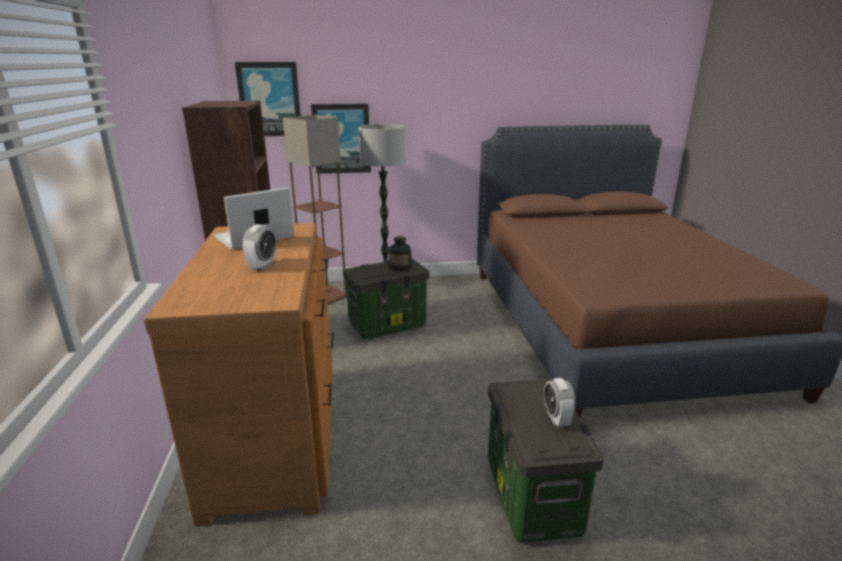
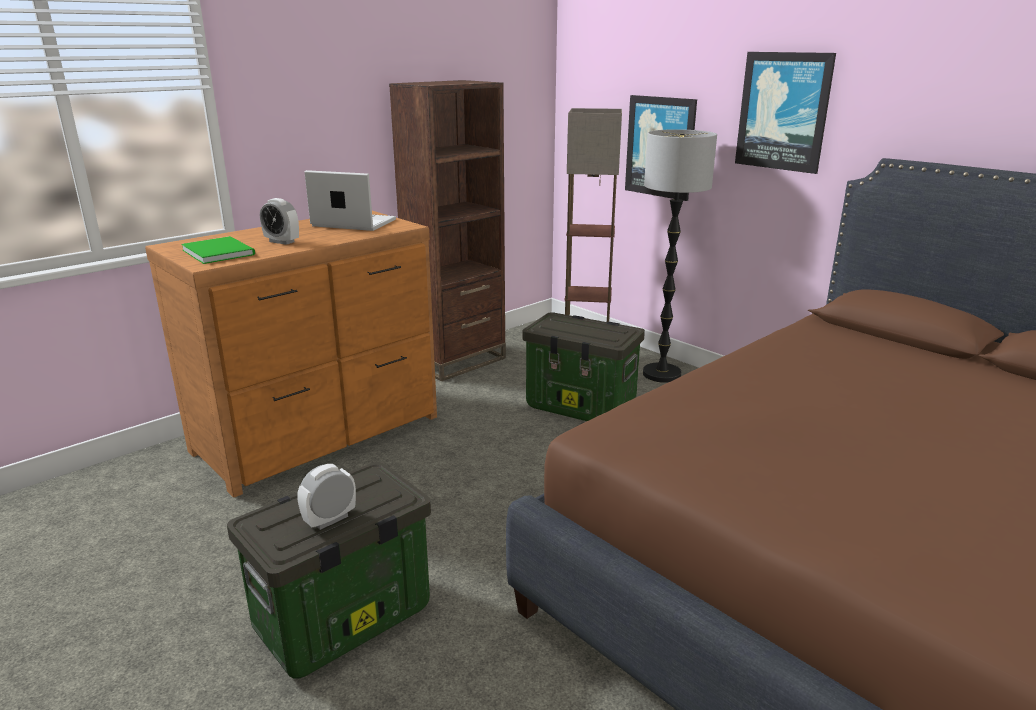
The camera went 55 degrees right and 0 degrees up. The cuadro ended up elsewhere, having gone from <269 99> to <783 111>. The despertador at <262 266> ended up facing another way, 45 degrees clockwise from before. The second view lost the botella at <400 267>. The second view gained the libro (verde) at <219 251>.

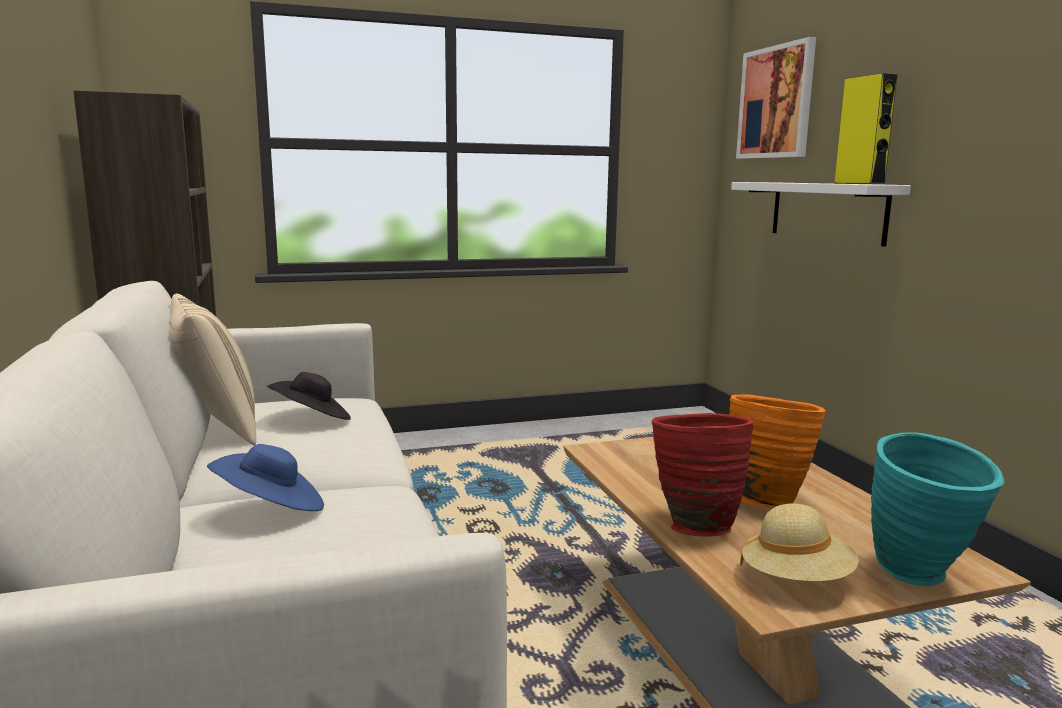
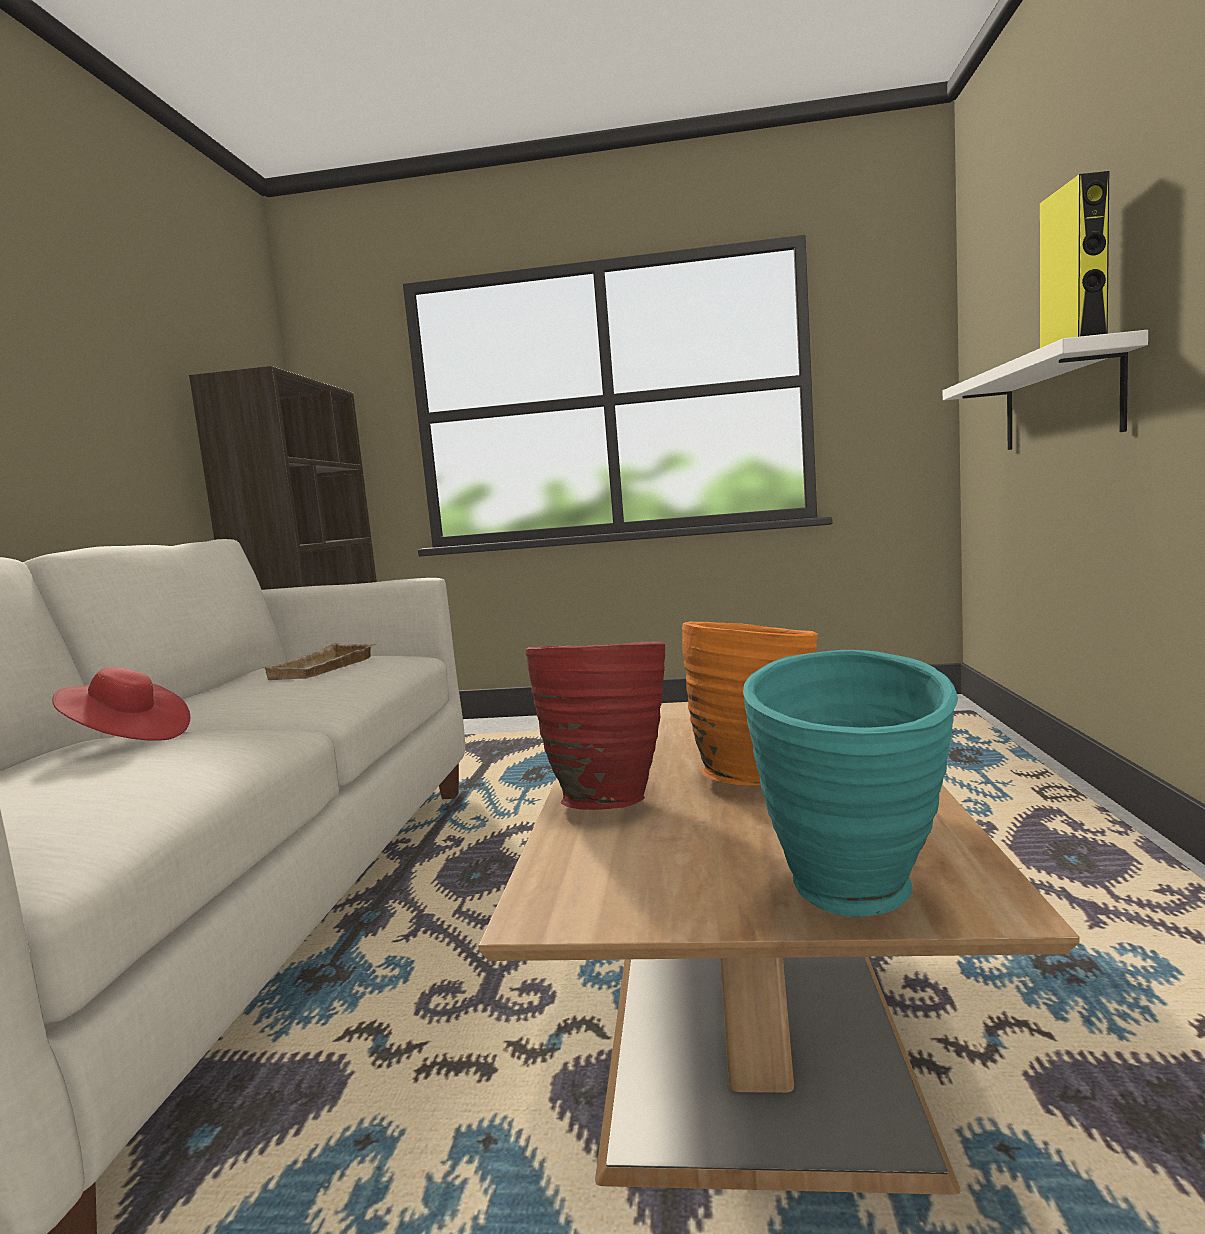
The camera went 25 degrees right and 5 degrees down. The second view lost the cojín (beis) at <215 429>. What was the sombrero (azul) at <271 509> turned into the sombrero (rojo) at <128 738>. Where the sombrero (negro) stood at <312 420>, the bandeja (beis) came to stand at <324 669>. The second view lost the cuadro at <776 102>. The second view lost the sombrero (beis) at <796 580>.

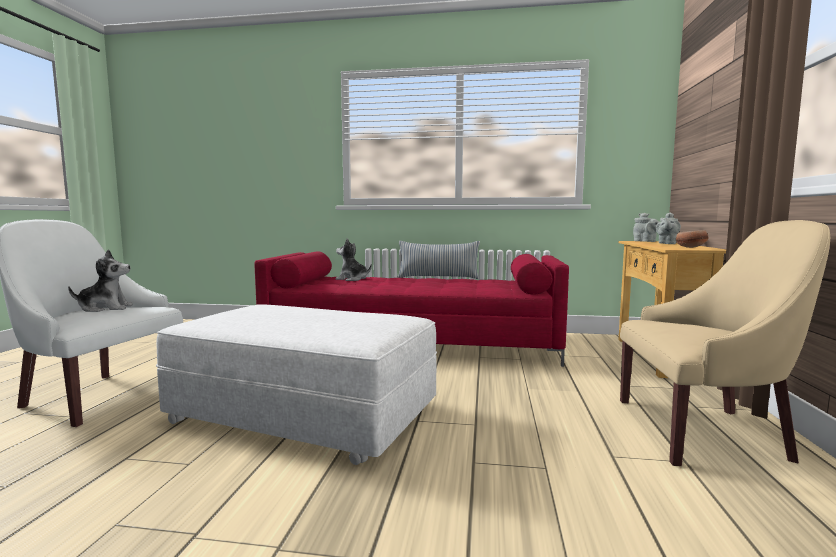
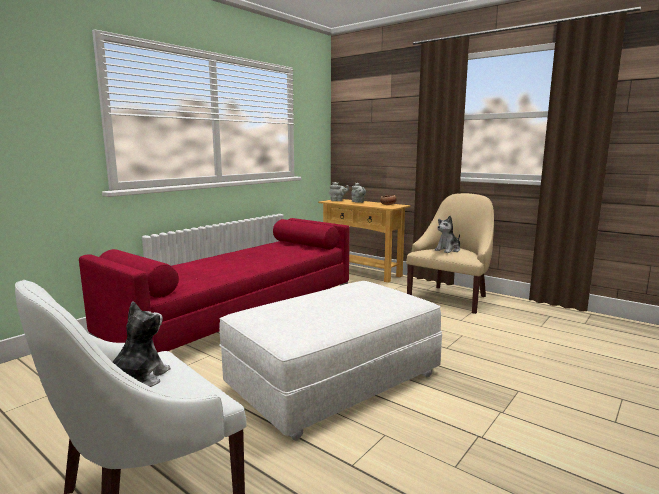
The camera went 60 degrees left and 5 degrees up. The peluche ended up elsewhere, having gone from <352 279> to <448 250>. The second view lost the cojín at <438 277>.

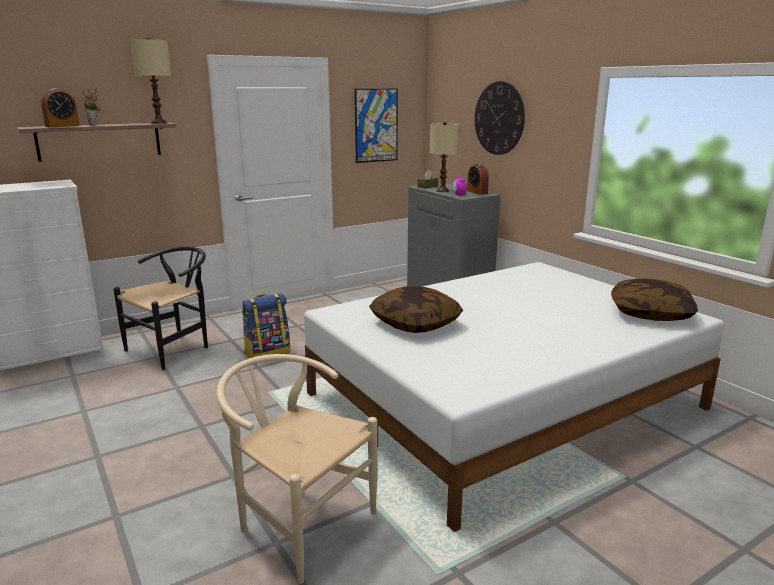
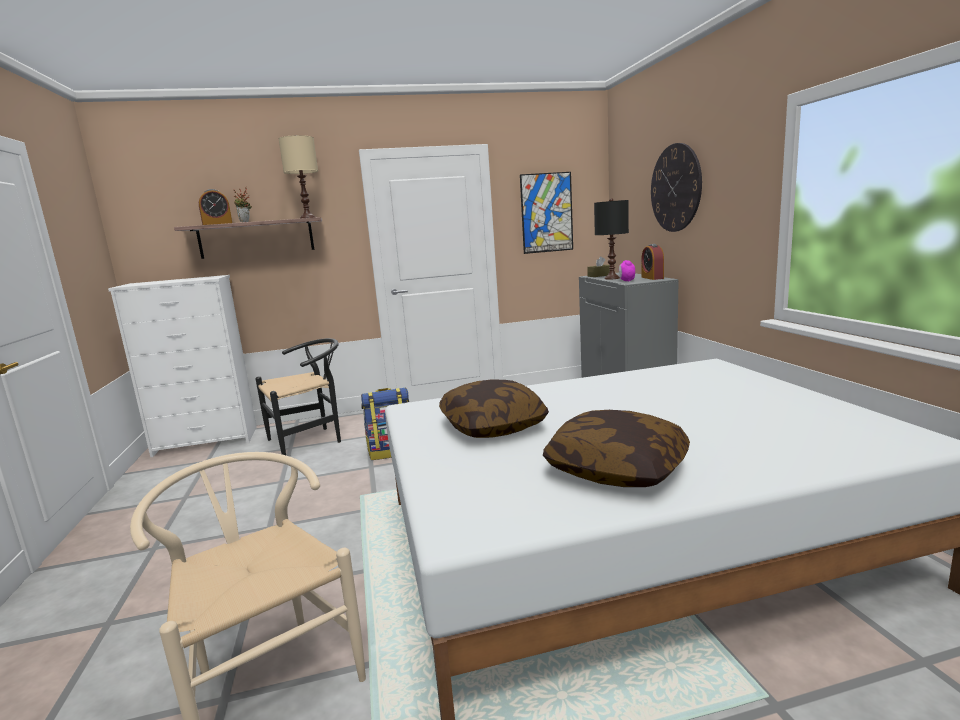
The camera went 20 degrees right and 5 degrees down. What was the lámpara de mesa (beis) at <442 191> turned into the lámpara de mesa (negro) at <612 278>. The cojín ended up elsewhere, having gone from <650 314> to <616 470>.

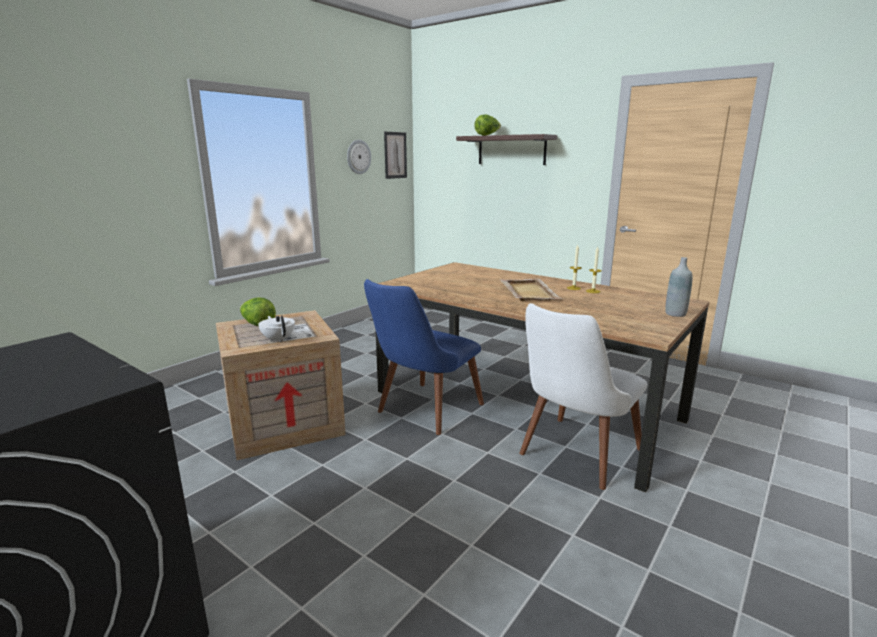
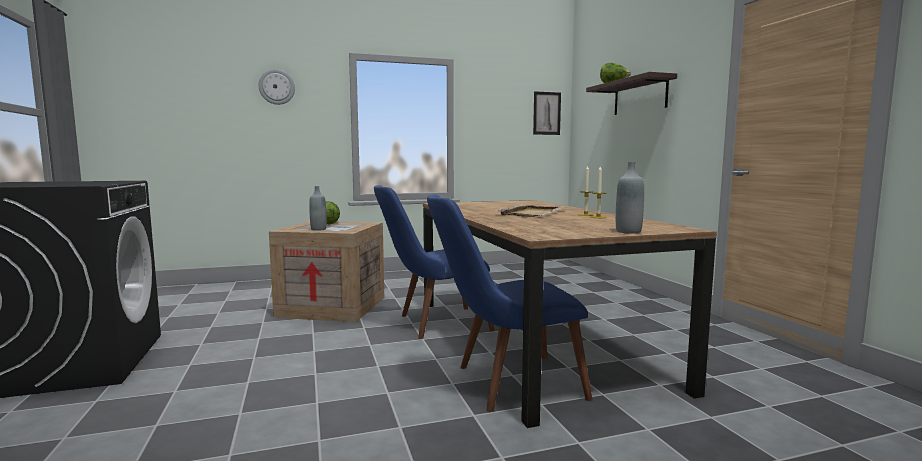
The camera went 35 degrees right and 10 degrees down. Where the tetera (blanco) stood at <278 339>, the botella (gris) came to stand at <318 229>. The reloj de pared ended up elsewhere, having gone from <358 157> to <277 87>. What was the silla (blanco) at <573 458> turned into the silla (azul) at <504 384>.

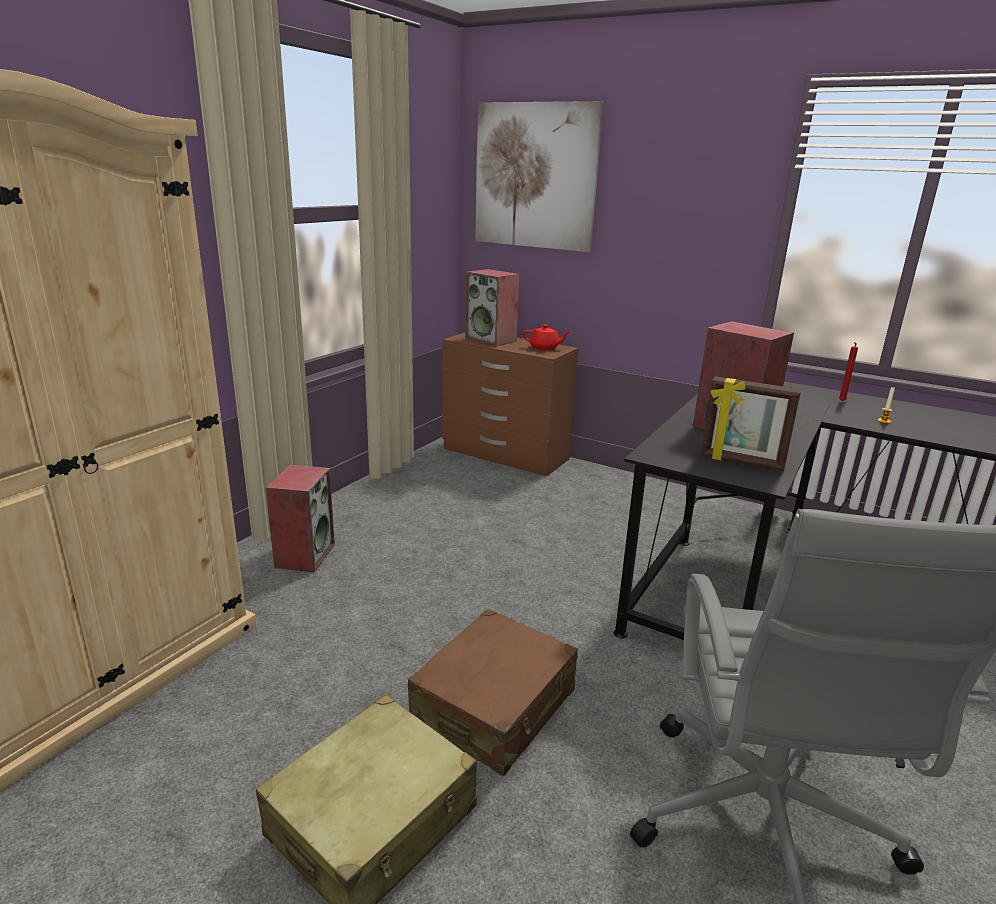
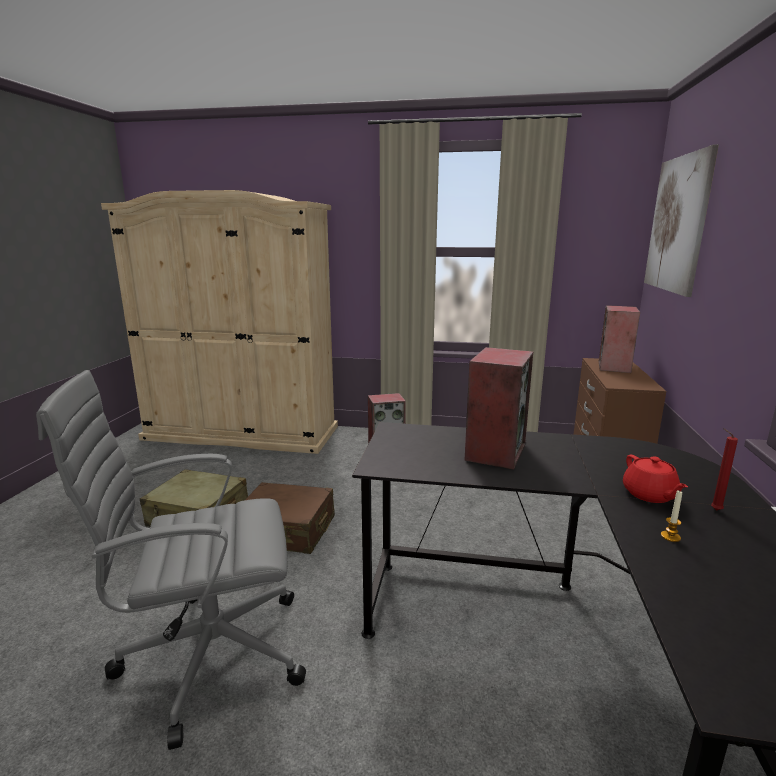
The camera went 70 degrees right and 5 degrees down. The tetera (rojo) ended up elsewhere, having gone from <544 348> to <649 495>. The second view lost the portarretratos at <741 462>.

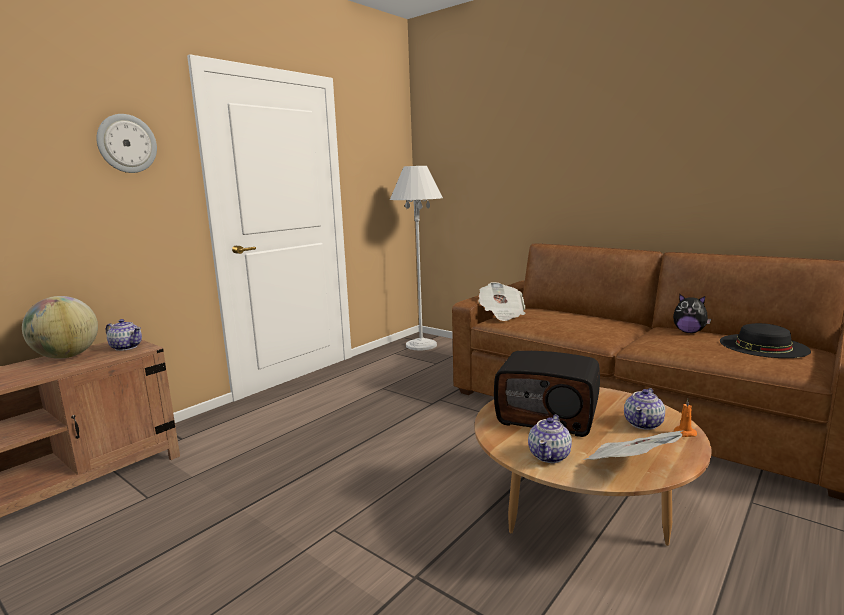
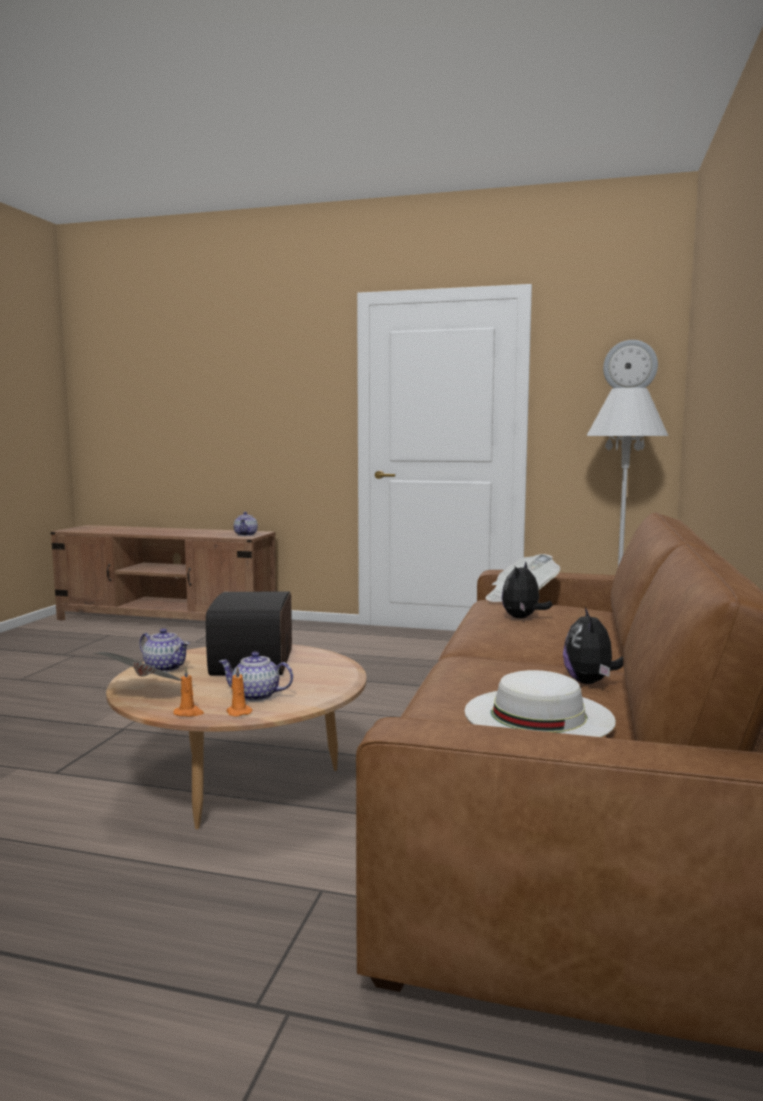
The camera went 65 degrees right and 5 degrees down. The second view lost the globo terráqueo at <67 356>. The reloj de pared ended up elsewhere, having gone from <127 143> to <630 366>. The tetera at <550 455> ended up facing another way, 150 degrees counterclockwise from before. What was the sombrero (negro) at <763 346> turned into the sombrero (blanco) at <538 715>. The second view gained the vela (naranja) at <189 713>. The second view gained the peluche at <522 618>.

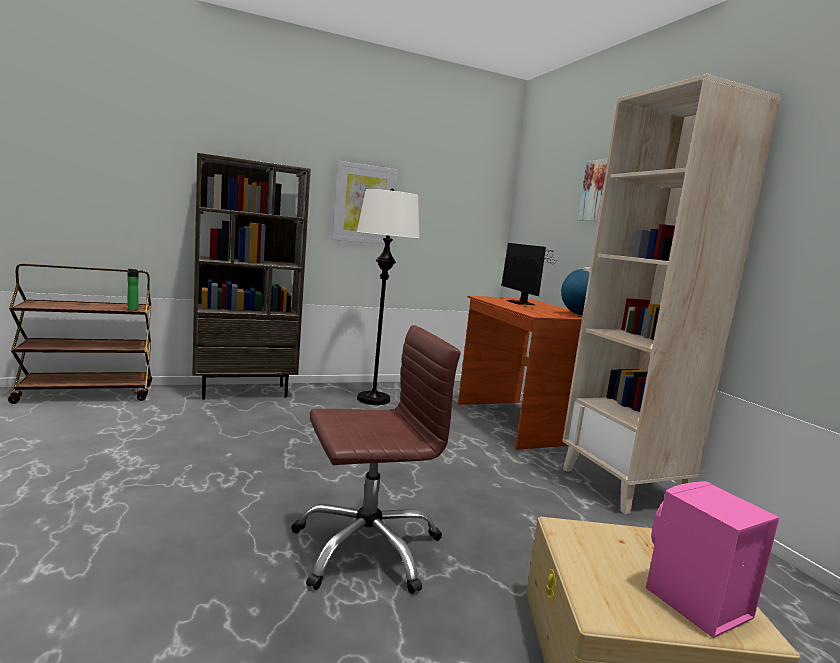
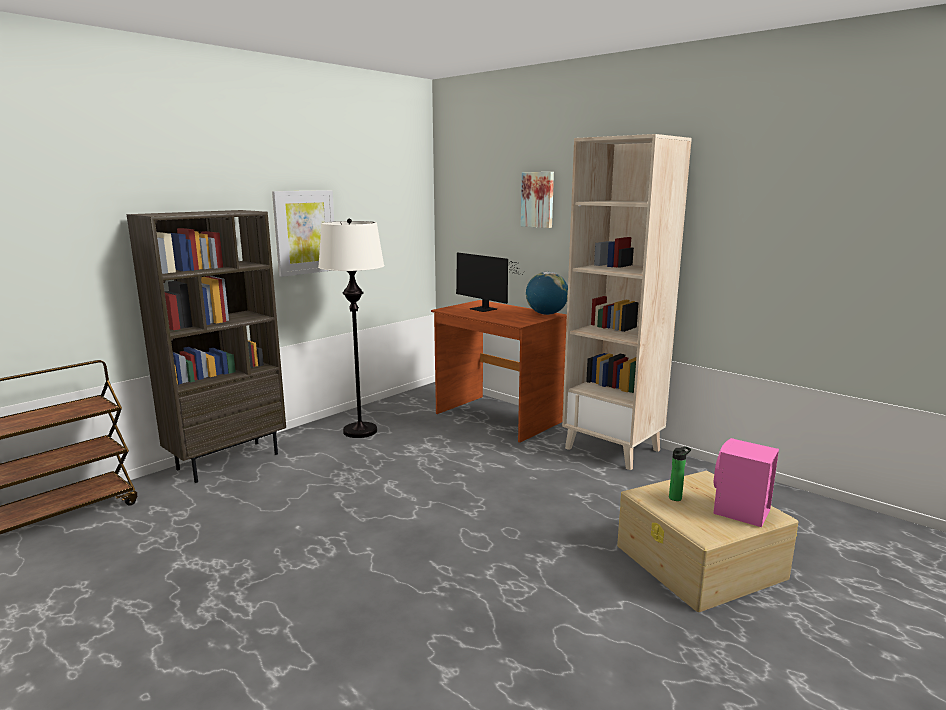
The camera went 25 degrees left and 5 degrees up. The botella ended up elsewhere, having gone from <134 309> to <676 497>. The second view lost the silla de oficina (marrón) at <366 547>.

